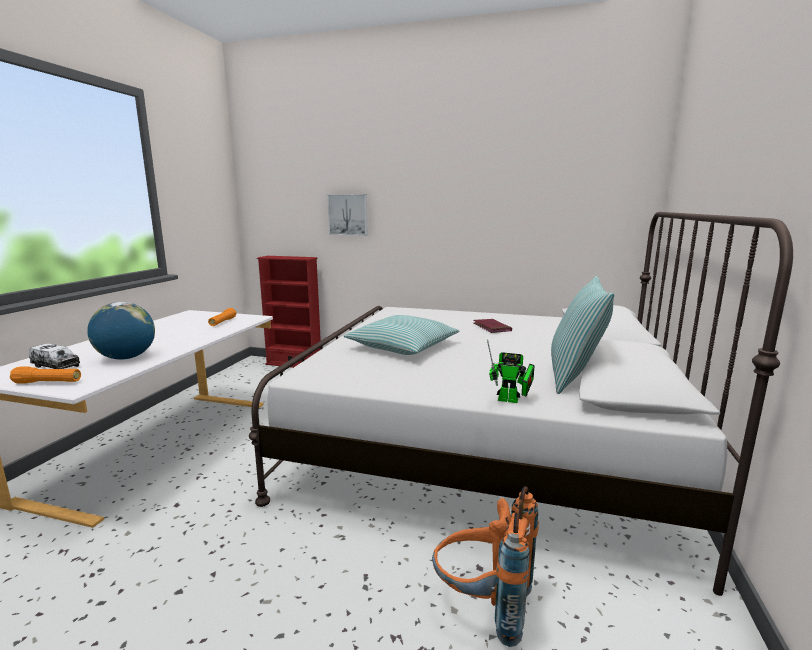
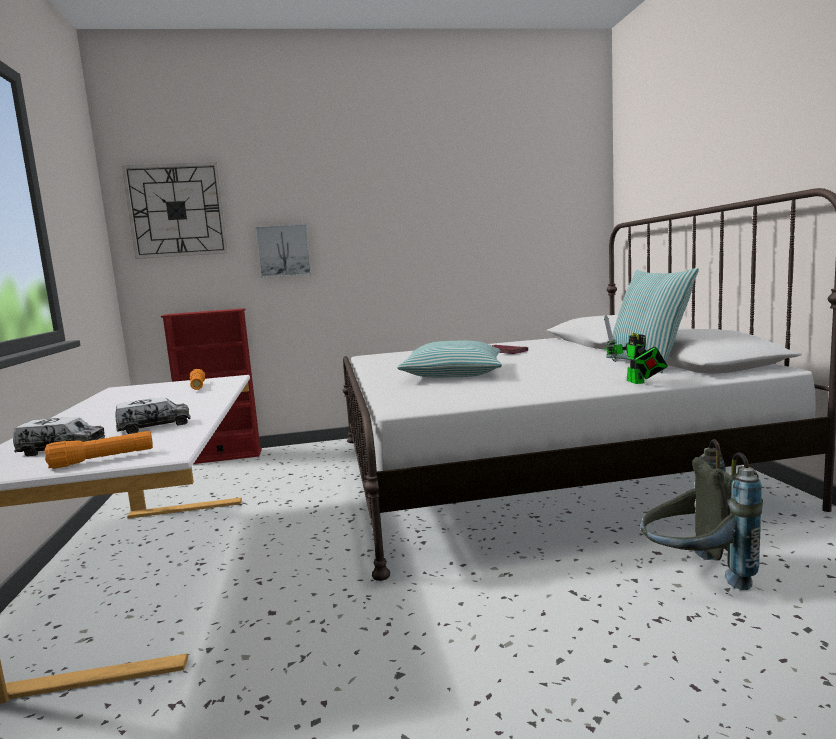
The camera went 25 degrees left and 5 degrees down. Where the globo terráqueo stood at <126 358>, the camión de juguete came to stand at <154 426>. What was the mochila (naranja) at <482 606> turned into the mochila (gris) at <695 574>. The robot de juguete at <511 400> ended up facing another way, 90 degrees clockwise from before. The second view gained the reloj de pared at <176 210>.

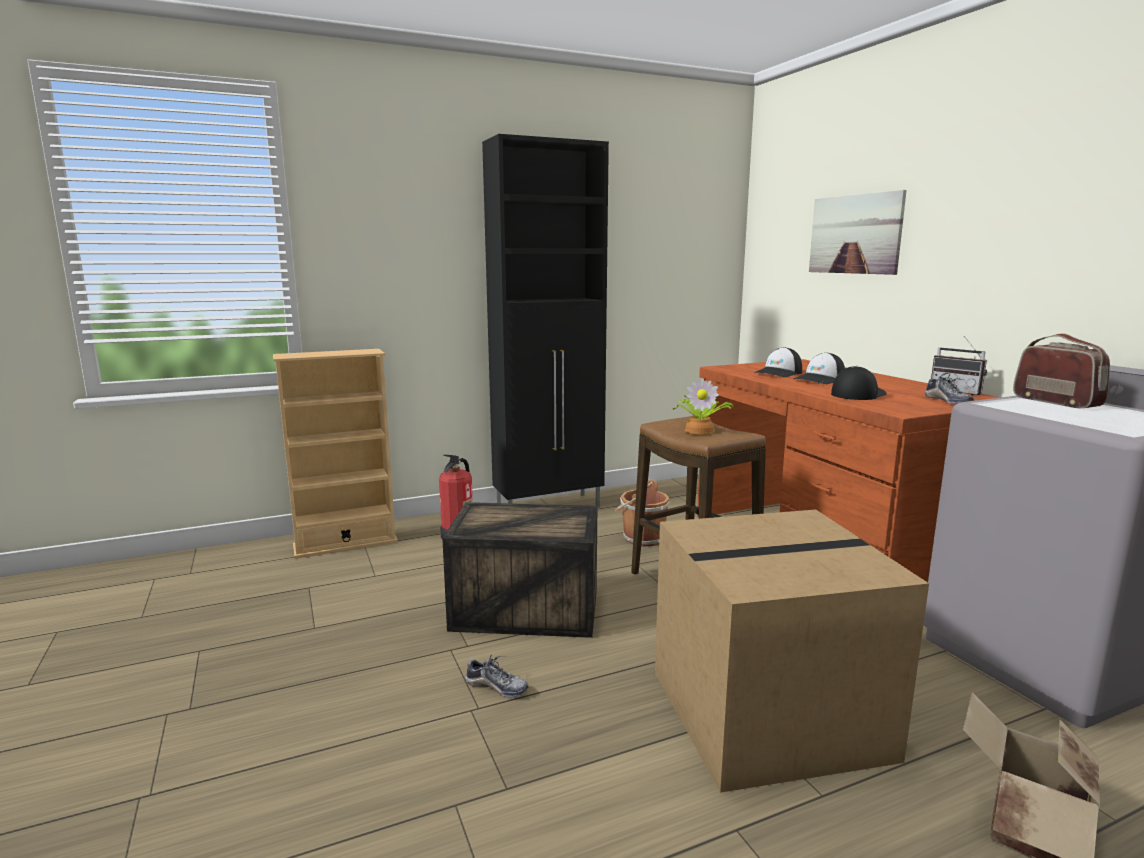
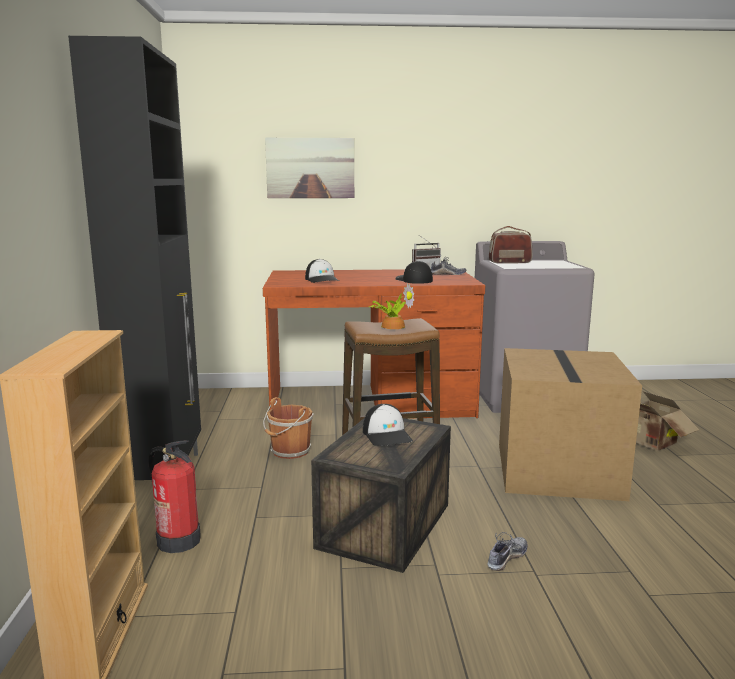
The camera went 70 degrees left and 0 degrees up. The gorra ended up elsewhere, having gone from <820 380> to <387 435>.

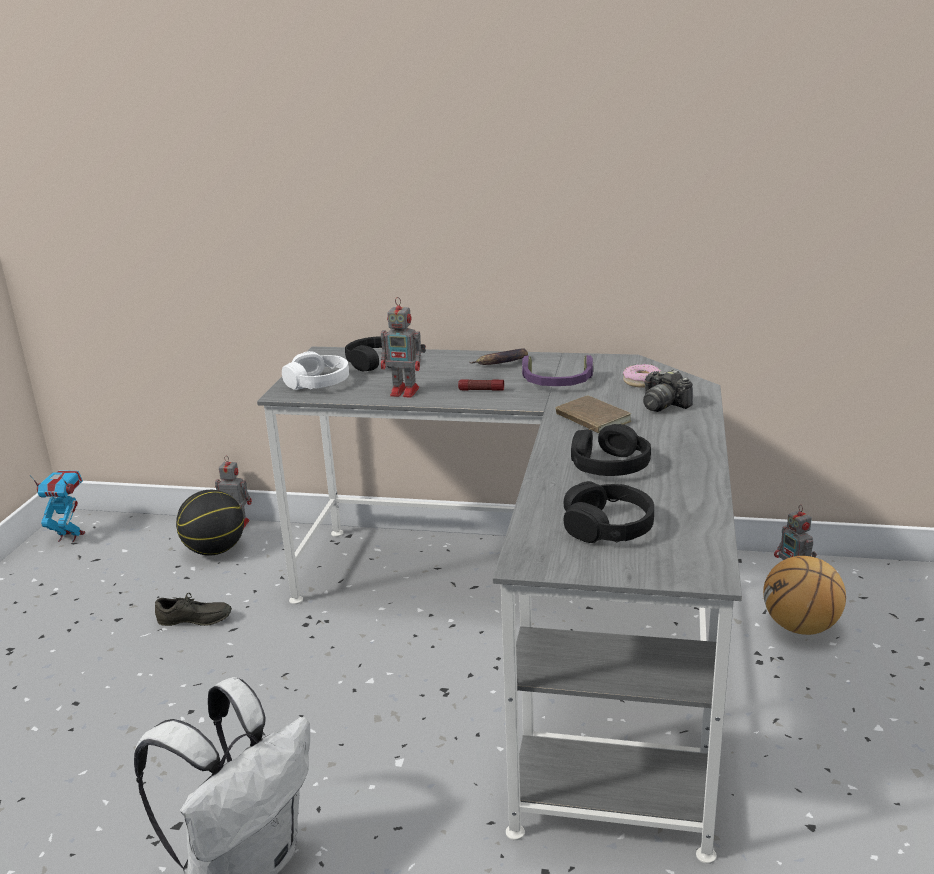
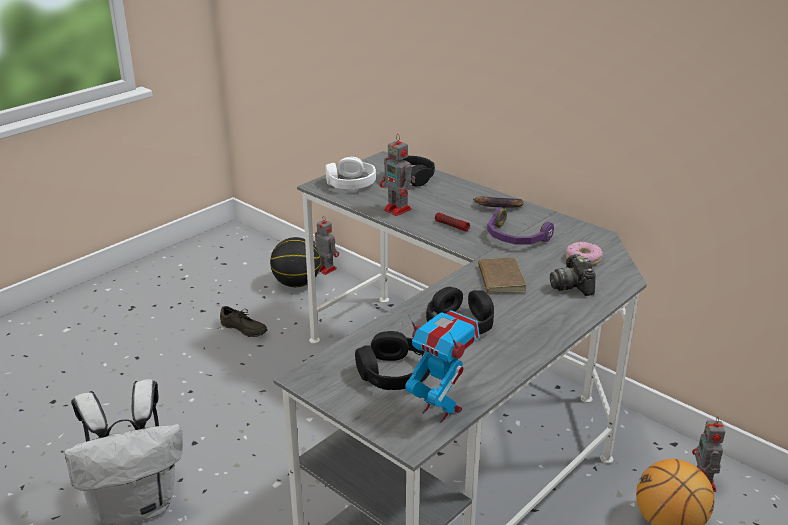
The camera went 30 degrees right and 5 degrees up. The robot de juguete ended up elsewhere, having gone from <70 536> to <440 409>.

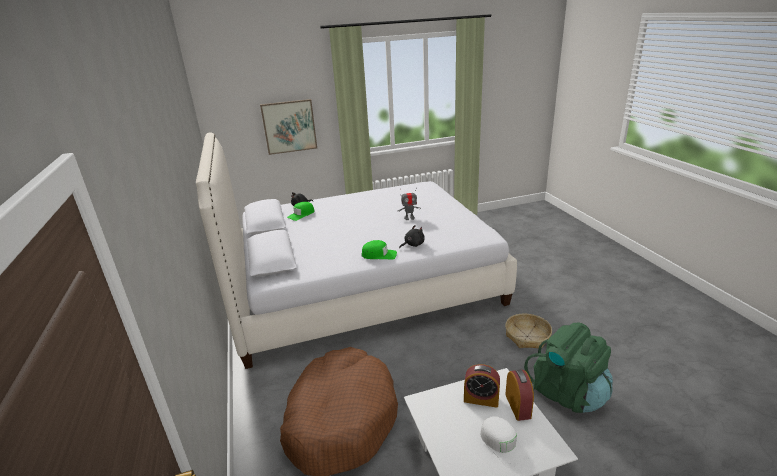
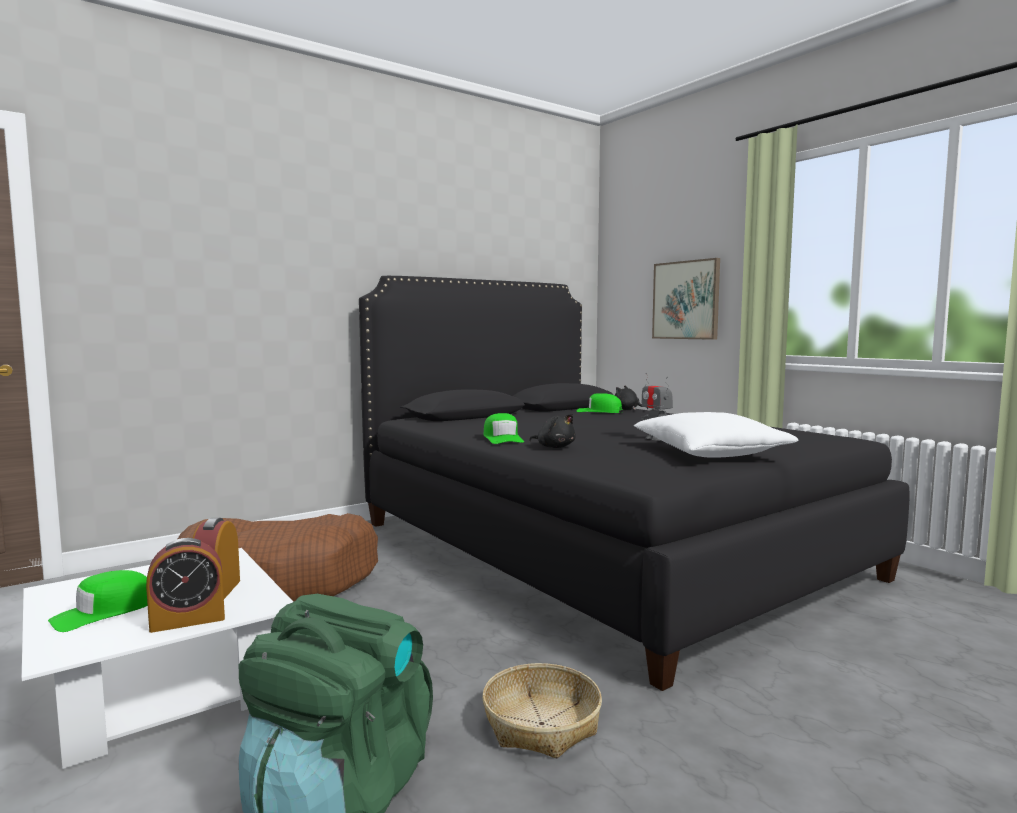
The camera went 70 degrees right and 20 degrees down. What was the cama (blanco) at <361 285> turned into the cama (negro) at <597 548>. What was the gorra (blanco) at <502 444> turned into the gorra (verde) at <103 612>. The second view gained the cojín (blanco) at <710 454>.

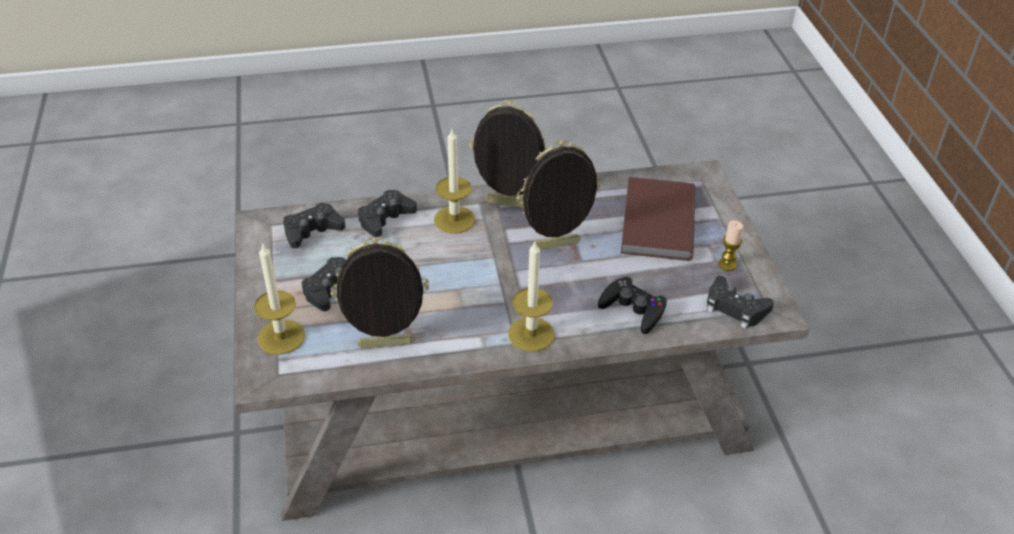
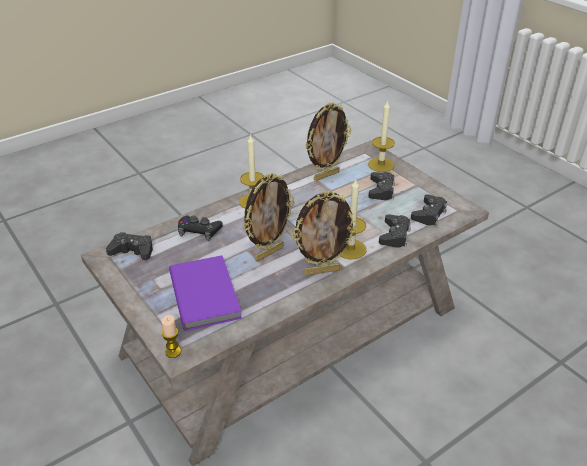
The camera went 155 degrees right and 5 degrees down. What was the libro (marrón) at <655 223> turned into the libro (morado) at <206 293>. The vela ended up elsewhere, having gone from <727 264> to <173 352>.

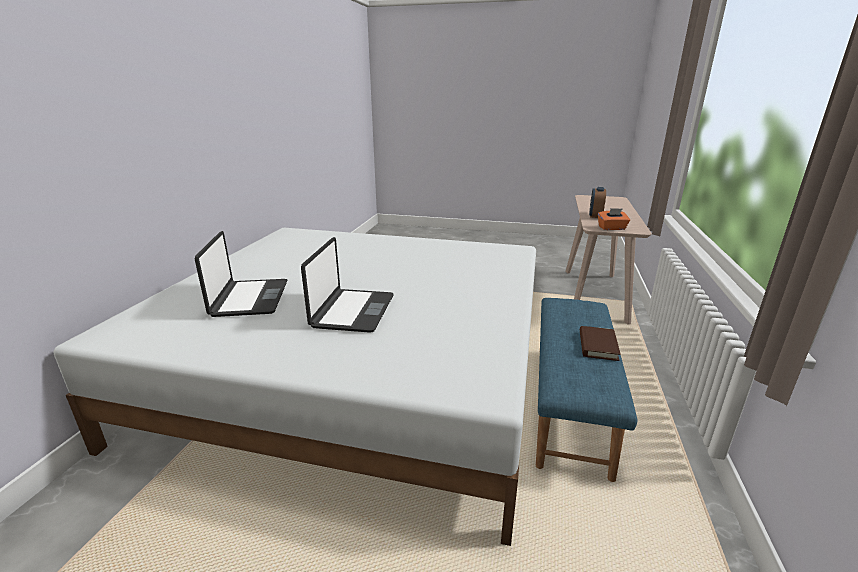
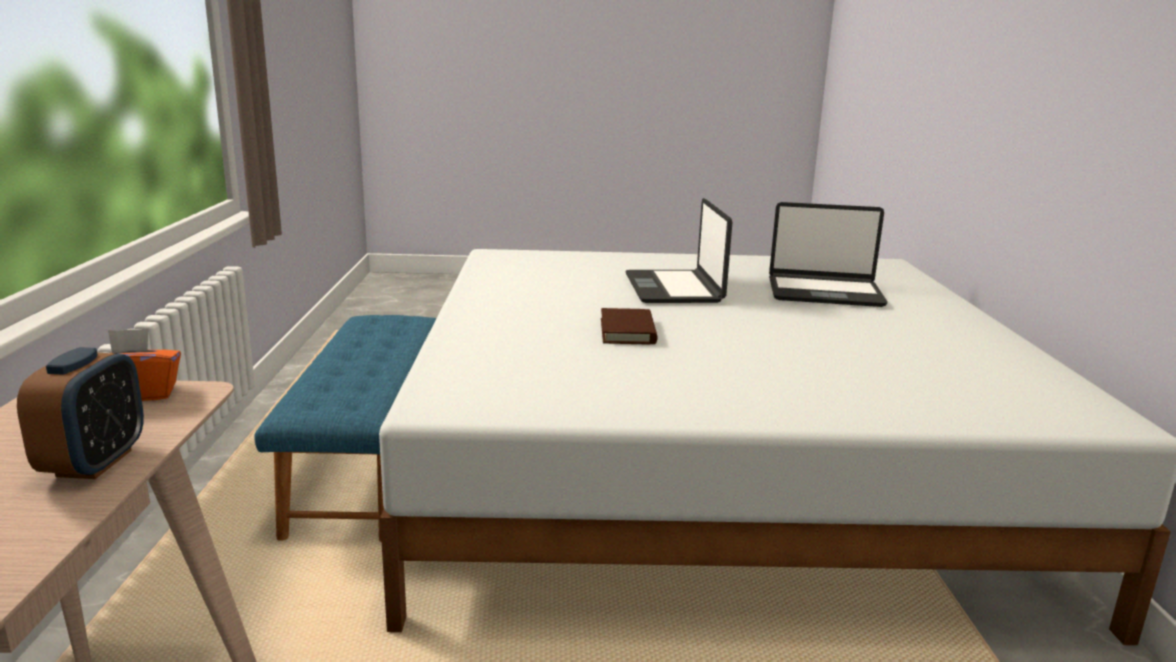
The camera went 165 degrees right and 5 degrees down. The portátil at <249 299> ended up facing another way, 60 degrees counterclockwise from before. The libro (marrón) ended up elsewhere, having gone from <598 345> to <627 331>.

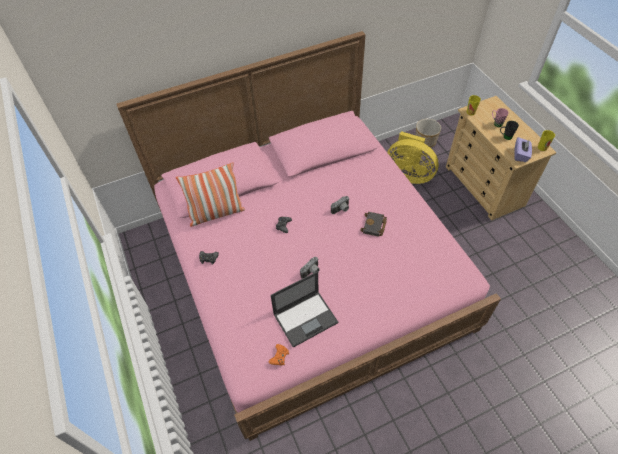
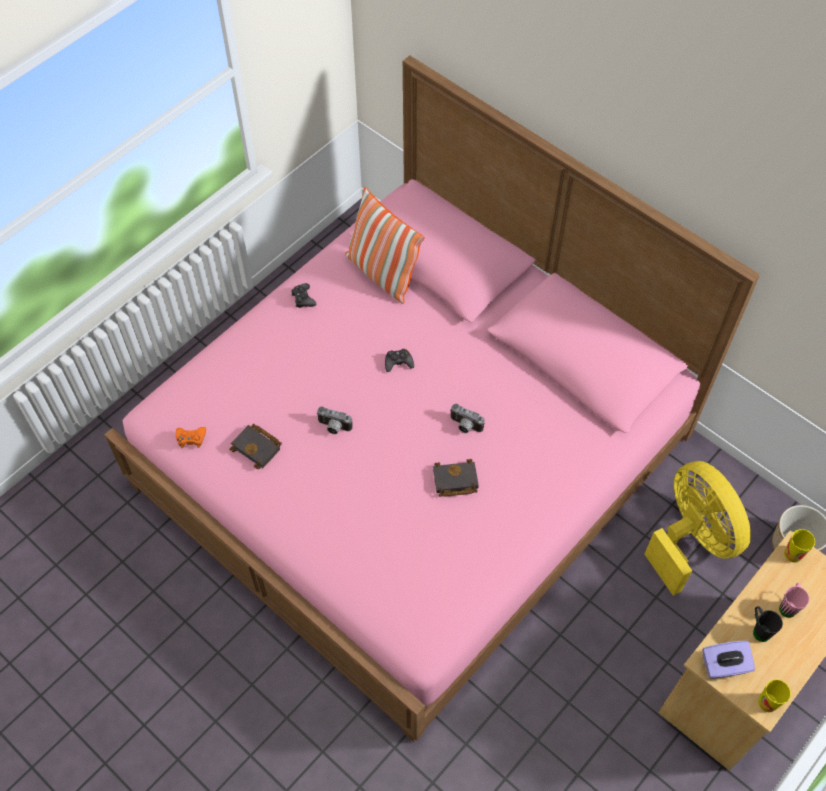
The camera went 65 degrees right and 5 degrees up. Where the portátil stood at <306 318>, the libro (negro) came to stand at <258 447>. The ventilador (amarillo) at <408 174> ended up facing another way, 150 degrees clockwise from before.

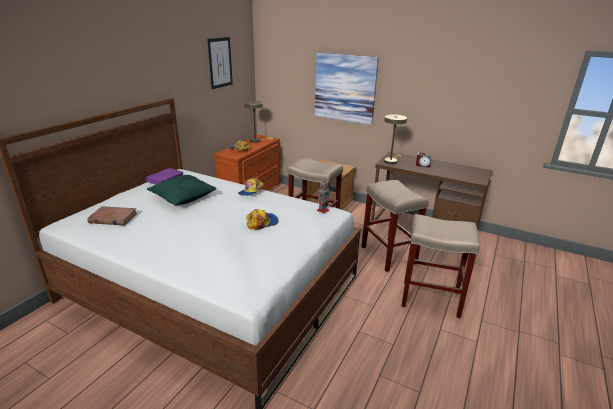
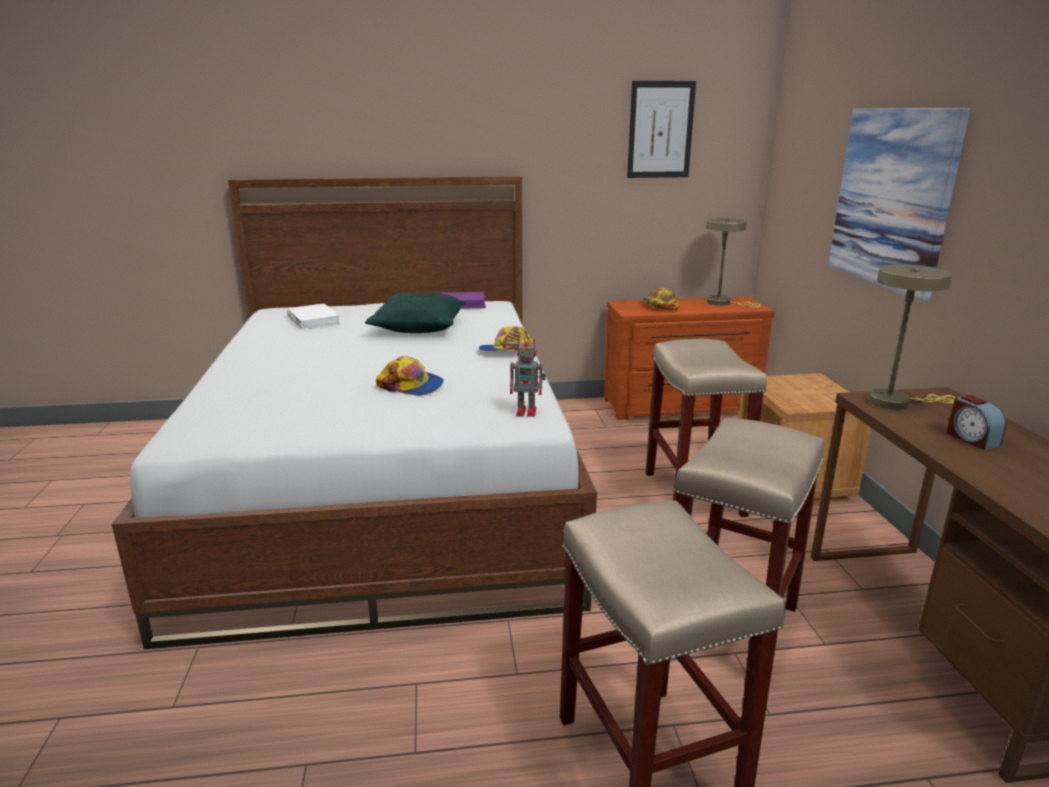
The camera went 55 degrees right and 5 degrees down. What was the libro (marrón) at <113 218> turned into the libro (blanco) at <313 320>.

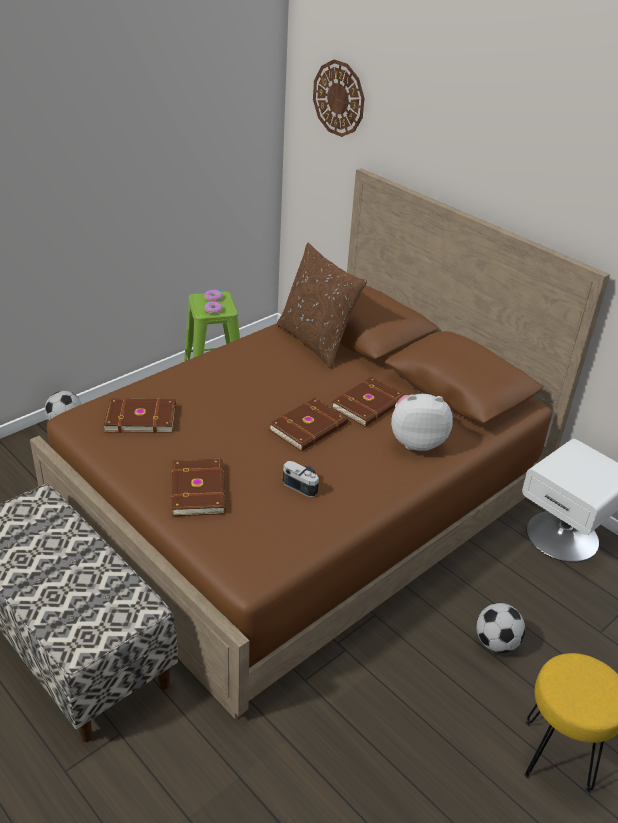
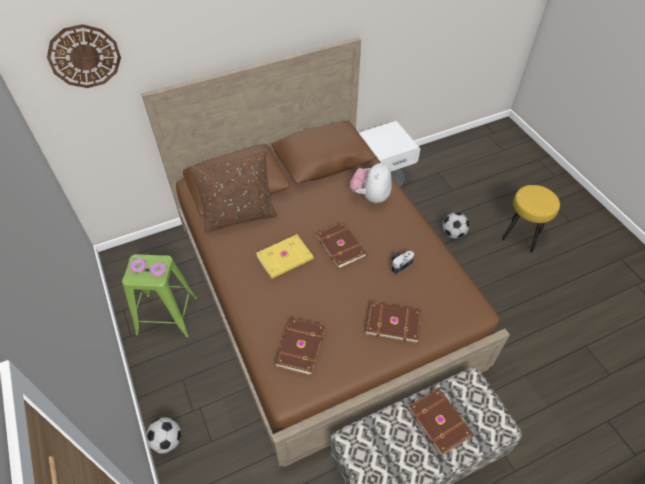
The camera went 70 degrees left and 15 degrees up. The libro (marrón) ended up elsewhere, having gone from <369 405> to <440 421>. The second view gained the libro (amarillo) at <285 258>.

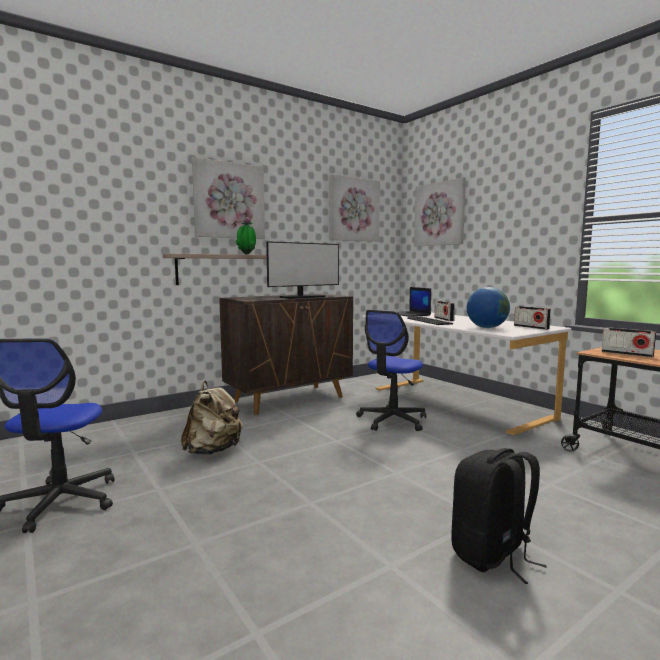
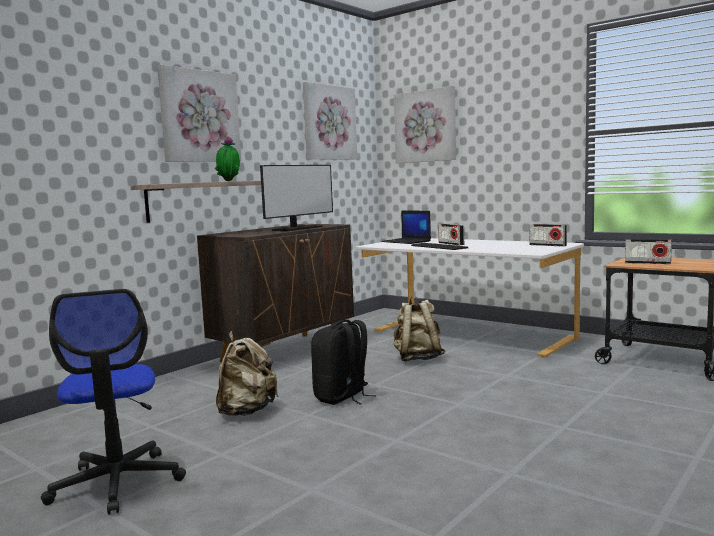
The camera went 15 degrees left and 0 degrees up. Where the silla de oficina stood at <392 420>, the mochila (beis) came to stand at <417 359>. The mochila (negro) ended up elsewhere, having gone from <492 555> to <342 397>. The second view lost the globo terráqueo at <486 327>.

